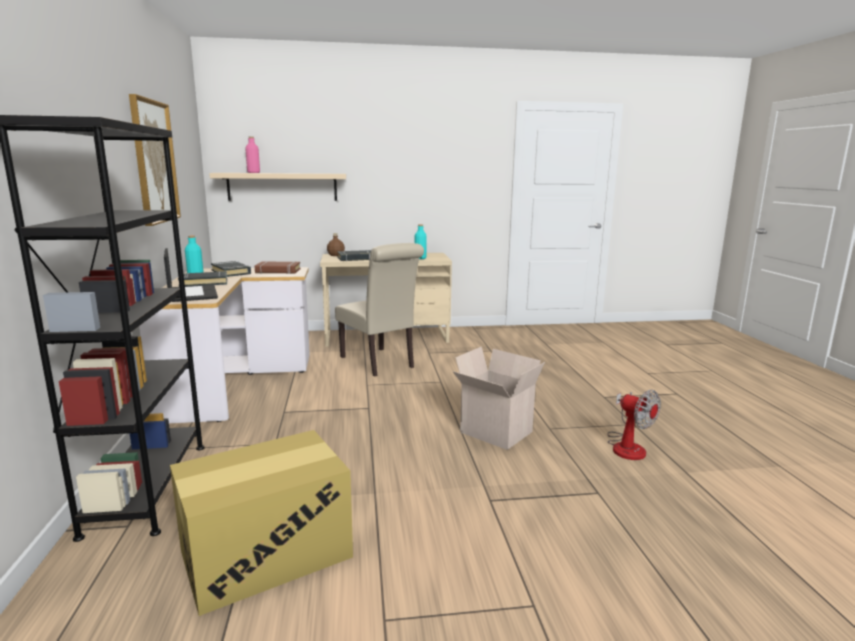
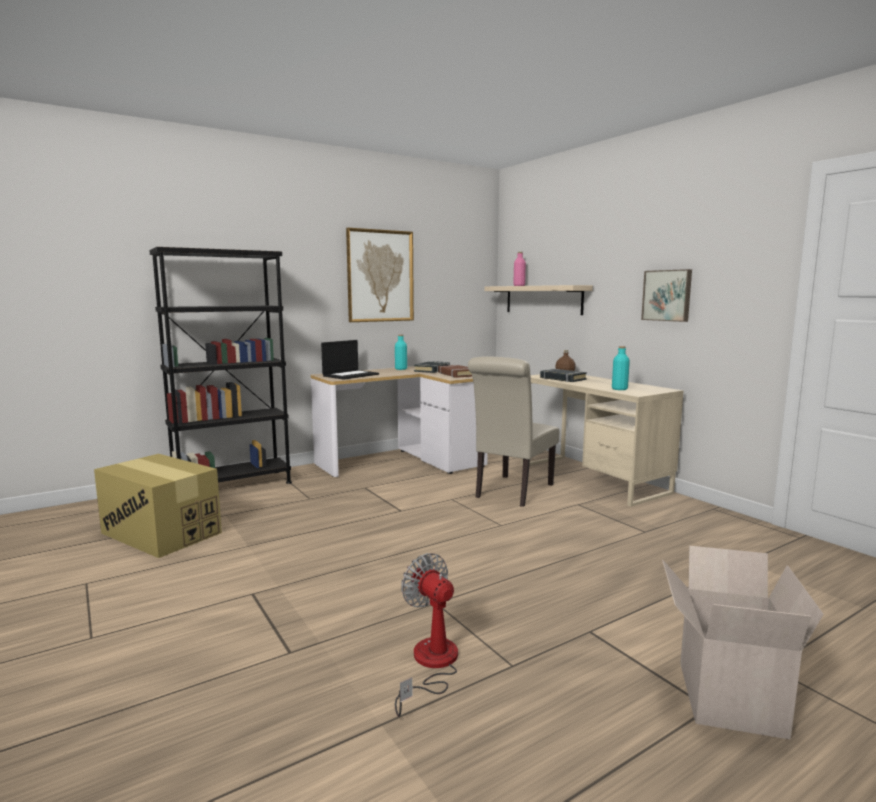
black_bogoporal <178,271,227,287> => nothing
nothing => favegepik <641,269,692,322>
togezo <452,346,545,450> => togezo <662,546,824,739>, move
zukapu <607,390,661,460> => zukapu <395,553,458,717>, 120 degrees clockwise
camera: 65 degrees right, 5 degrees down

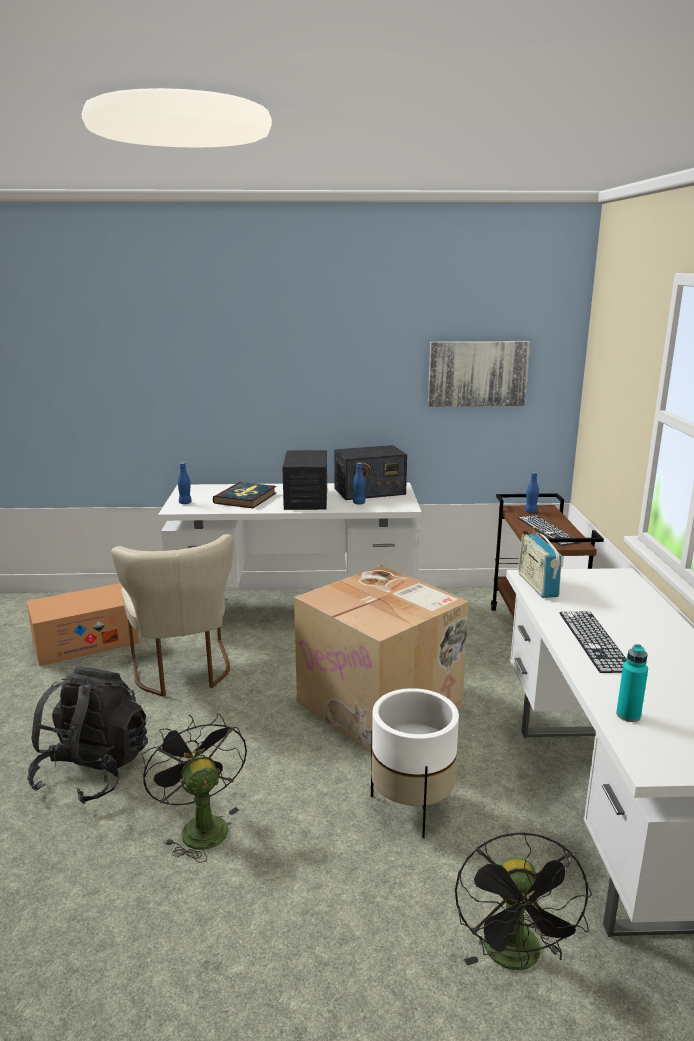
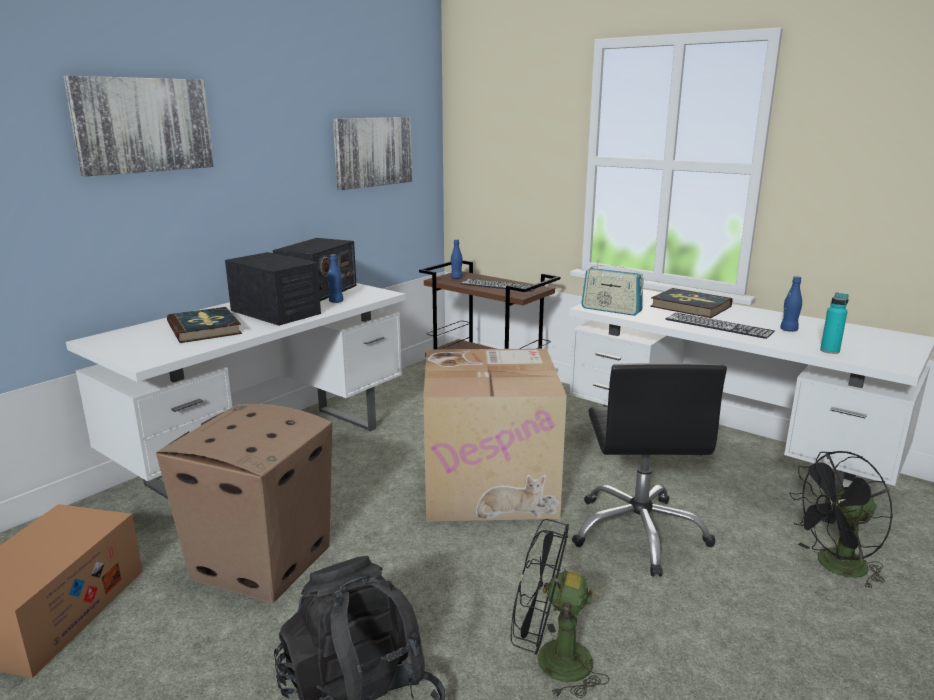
nothing => favegepik <63,76,214,176>
nothing => bogoporal <650,288,732,318>
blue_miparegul <178,462,192,504> => blue_miparegul <780,276,802,332>, move
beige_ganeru <111,534,233,697> => togezo <156,404,332,603>
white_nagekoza <371,688,459,838> => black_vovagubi <572,363,727,576>
black_zukapu <455,832,592,971> => black_zukapu <789,451,893,590>, 120 degrees clockwise
camera: 50 degrees left, 0 degrees up

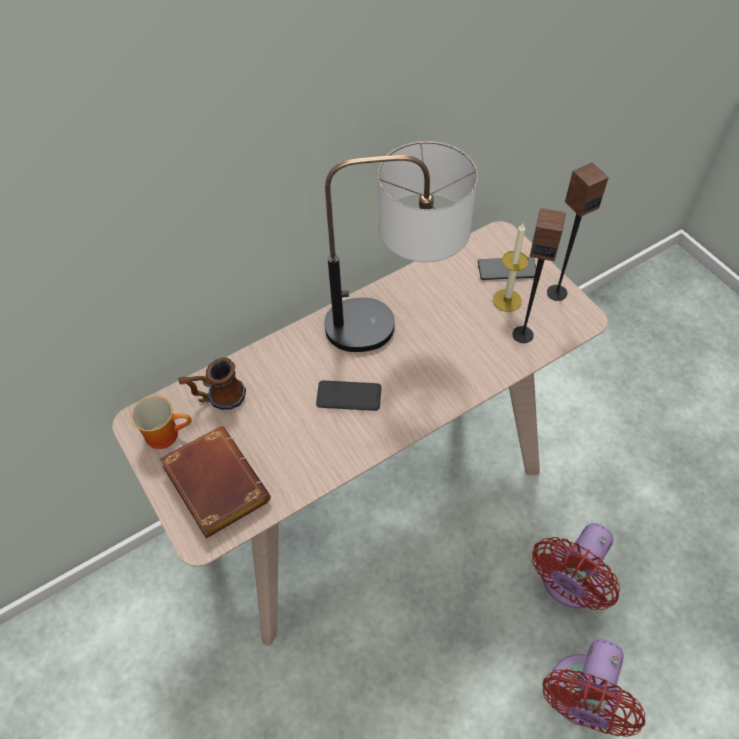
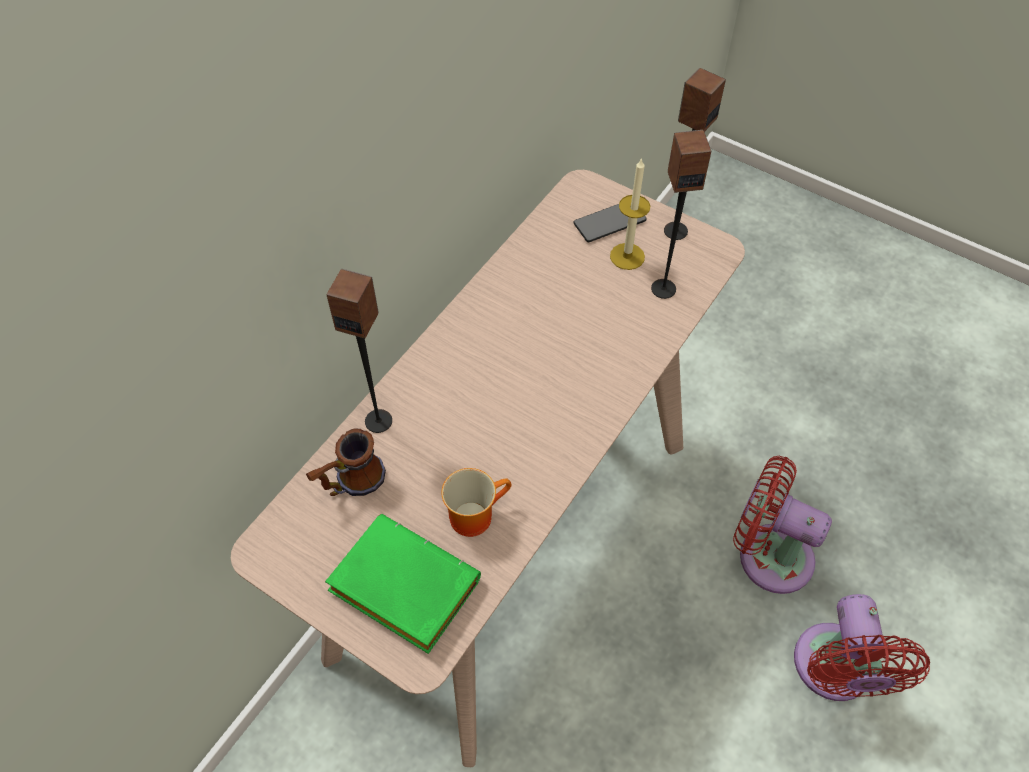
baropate <316,380,381,411> => nothing
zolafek <324,141,478,352> => nothing
nothing => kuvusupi <326,269,392,433>
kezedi <130,395,192,449> => kezedi <441,468,512,537>, move
brown_bogoporal <160,427,271,539> => green_bogoporal <325,514,481,654>
red_zukapu <532,523,620,610> => red_zukapu <733,456,832,594>, 105 degrees clockwise
camera: 25 degrees left, 0 degrees up

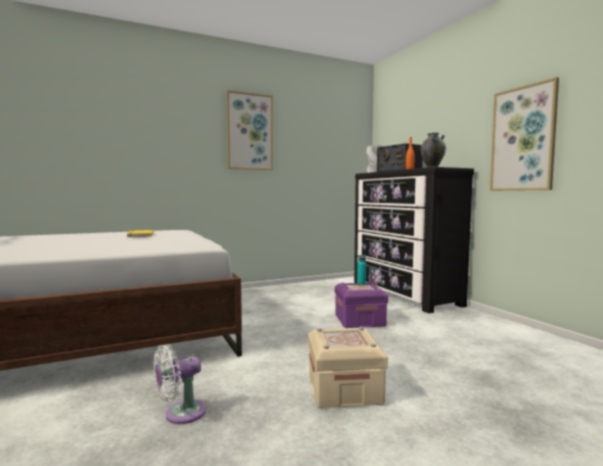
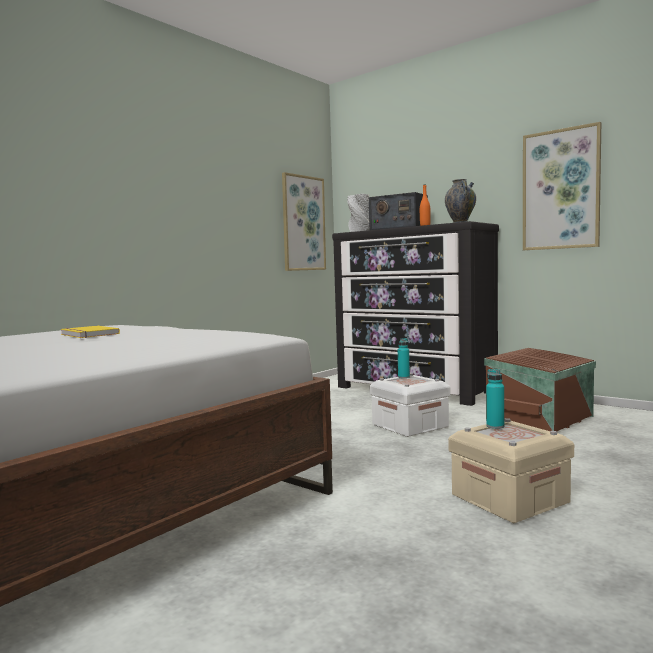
white_zukapu <153,346,206,424> => nothing
nothing => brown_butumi <484,348,596,431>
nothing => turquoise_miparegul <486,369,504,429>
favegepik <226,90,273,170> => favegepik <282,172,326,271>, move
purple_butumi <335,282,388,328> => white_butumi <370,373,451,437>
camera: 25 degrees left, 0 degrees up

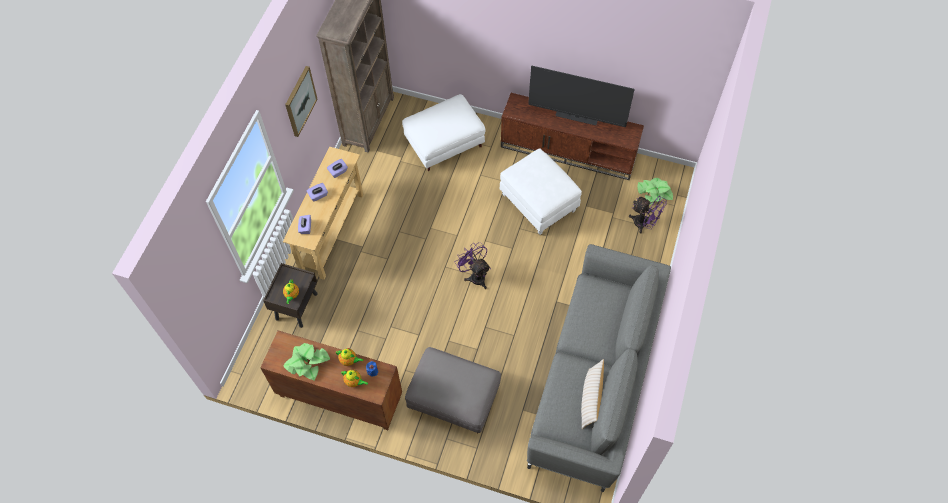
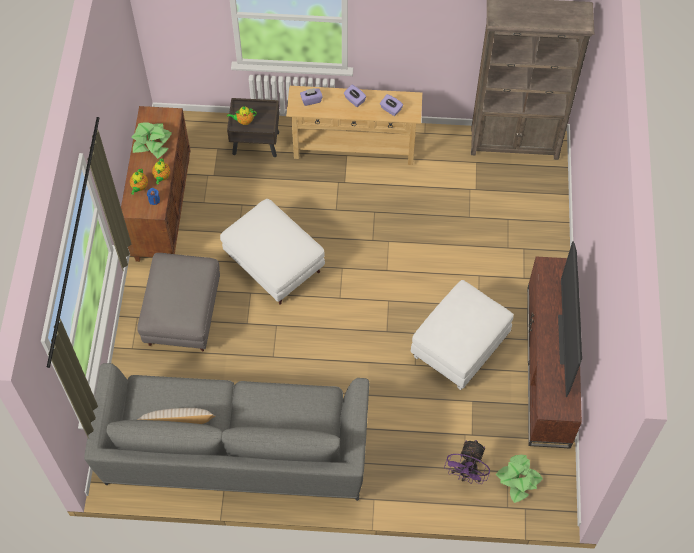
favegepik <285,66,318,137> => nothing
purple_zukapu <455,242,491,289> => nothing
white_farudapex <402,94,485,171> => white_farudapex <220,199,325,305>, move
camera: 75 degrees right, 0 degrees up

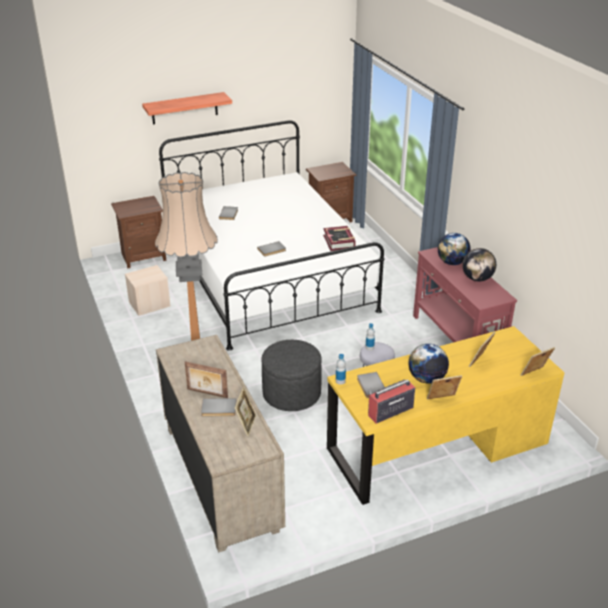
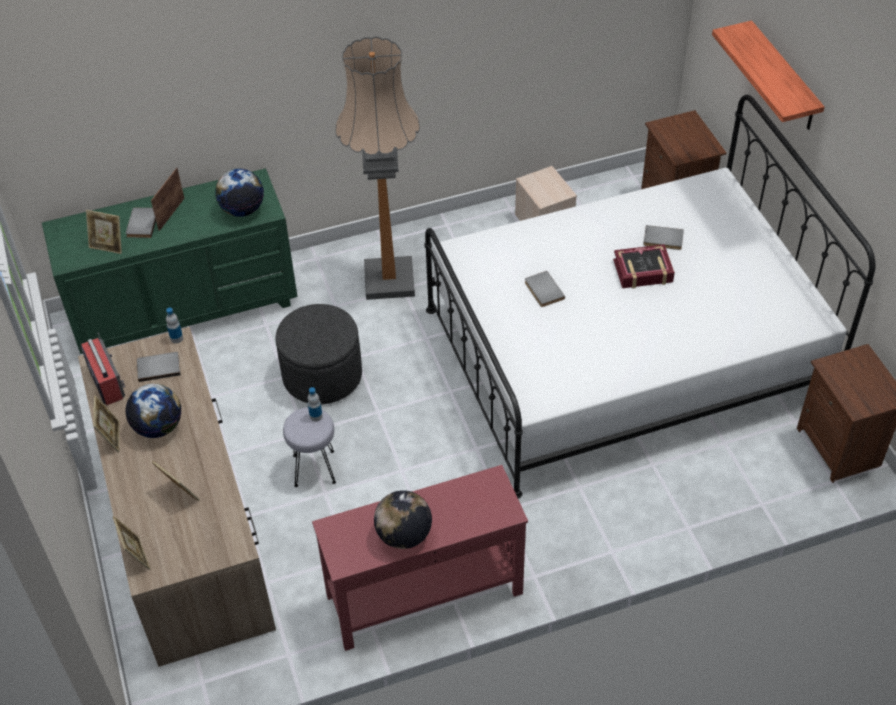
bogoporal <323,226,356,251> => bogoporal <613,244,675,288>, move
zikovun <438,233,471,265> => zikovun <215,169,264,217>, move
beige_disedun <156,335,285,553> => green_disedun <42,168,298,354>
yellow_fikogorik <327,326,565,505> => brown_fikogorik <78,327,276,667>
camera: 95 degrees right, 15 degrees up

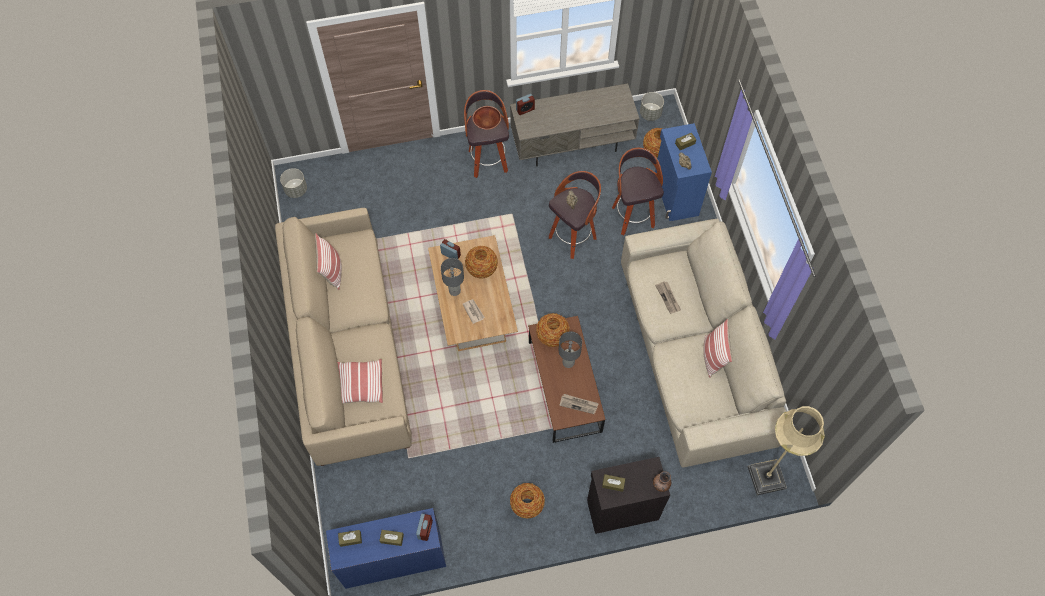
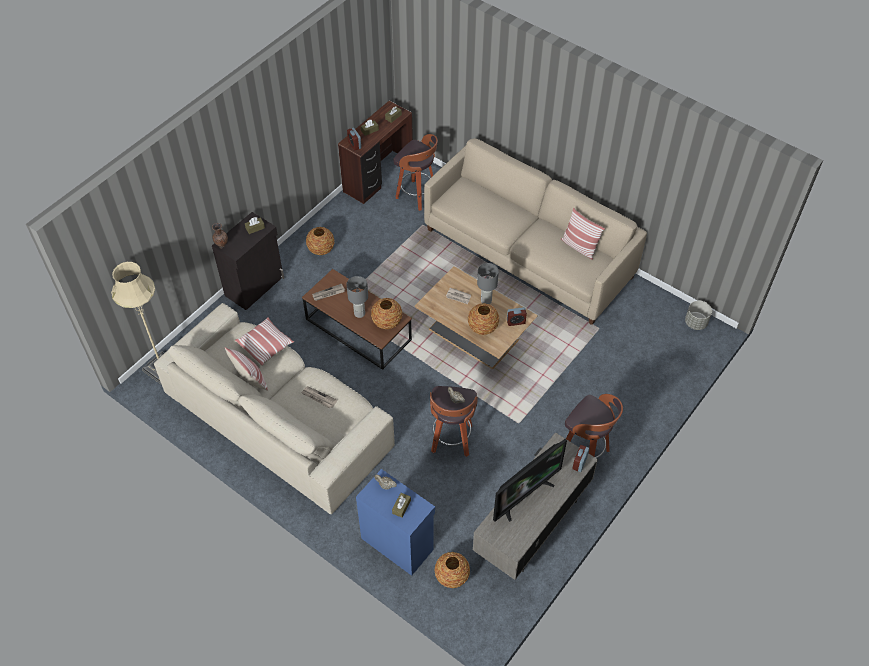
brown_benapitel <472,106,501,130> => nothing
grey_nagekoza <640,92,664,121> => nothing
nothing => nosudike <493,439,567,522>
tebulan <337,359,383,404> => tebulan <235,317,294,366>, move
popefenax <612,148,664,235> => popefenax <393,134,438,211>, move
blue_fikogorik <326,508,446,589> => brown_fikogorik <338,101,413,204>
camera: 140 degrees right, 10 degrees down

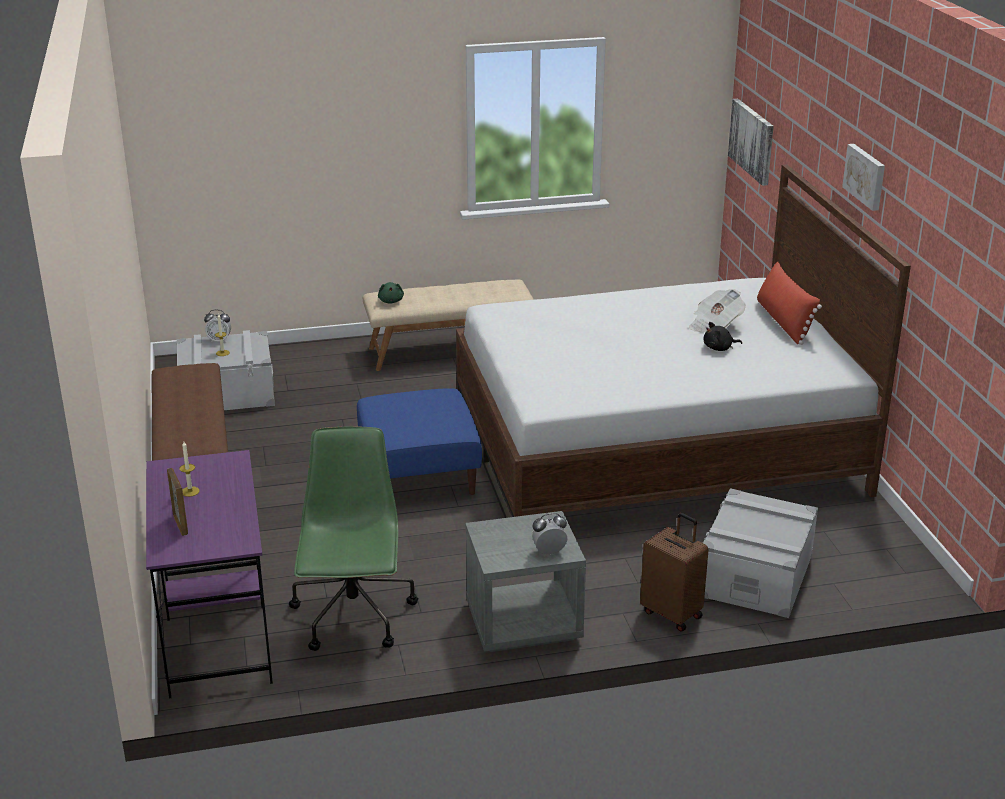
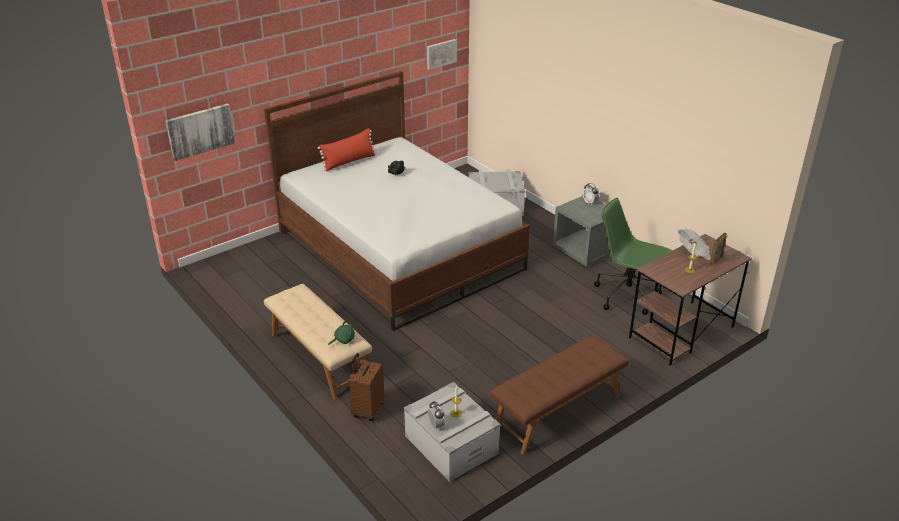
blue_farudapex <357,388,482,495> => nothing
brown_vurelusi <640,513,709,632> => brown_vurelusi <348,353,384,421>, move
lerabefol <689,289,746,332> => lerabefol <678,229,710,260>, move
favegepik <842,144,885,211> => favegepik <427,39,457,70>, move
purple_fikogorik <146,450,273,699> => brown_fikogorik <629,234,752,365>
green_vovagubi <289,426,418,651> => green_vovagubi <594,198,672,315>, 60 degrees clockwise
camera: 115 degrees left, 5 degrees up

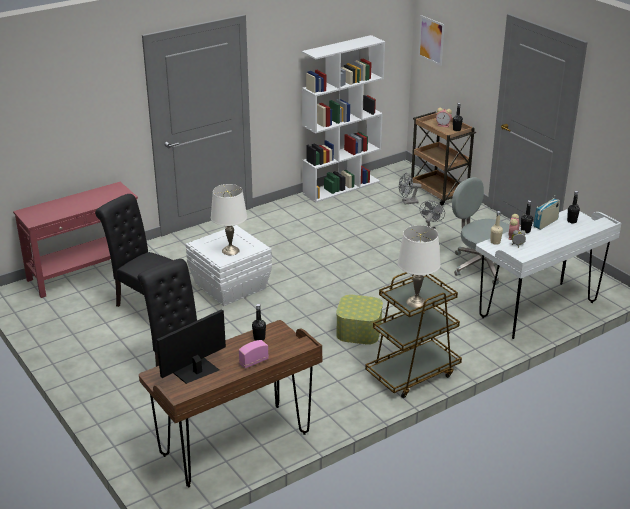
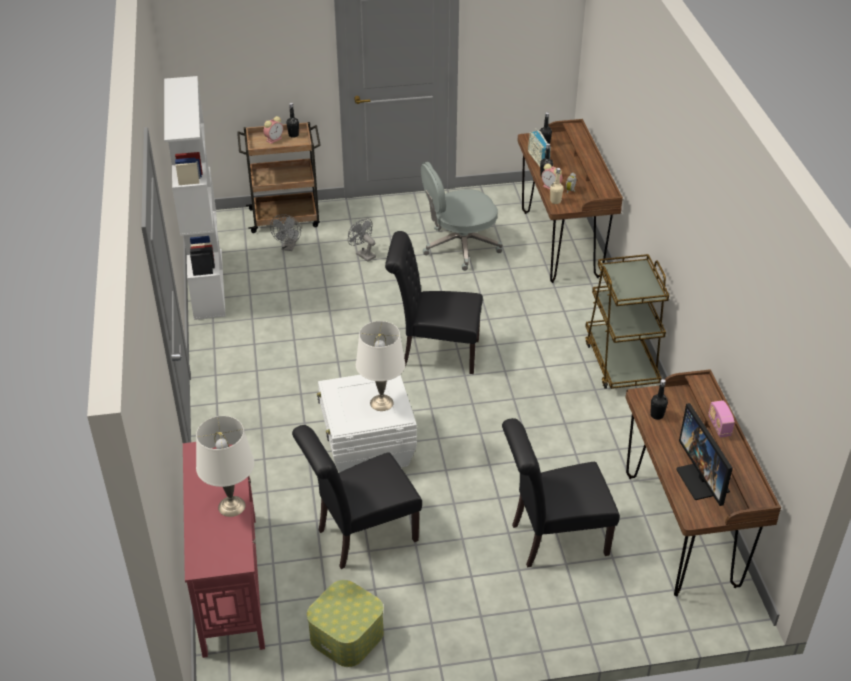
favegepik <418,15,445,66> => nothing
nothing => black_ganeru <385,231,483,374>
butumi <336,295,383,345> => butumi <307,580,384,667>, move
white_zolafek <397,225,441,308> => white_zolafek <196,416,254,517>, move
white_fikogorik <476,209,621,339> => brown_fikogorik <518,119,623,283>
camera: 65 degrees left, 10 degrees up

